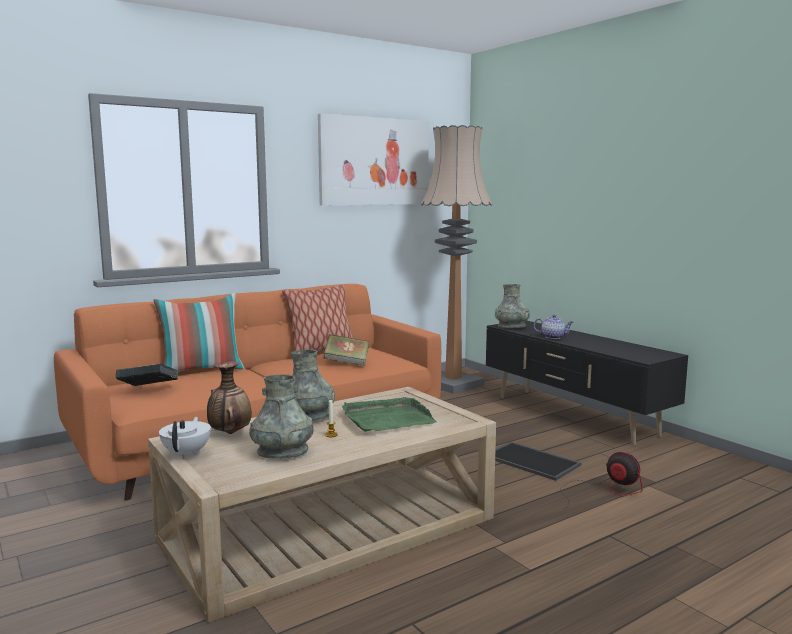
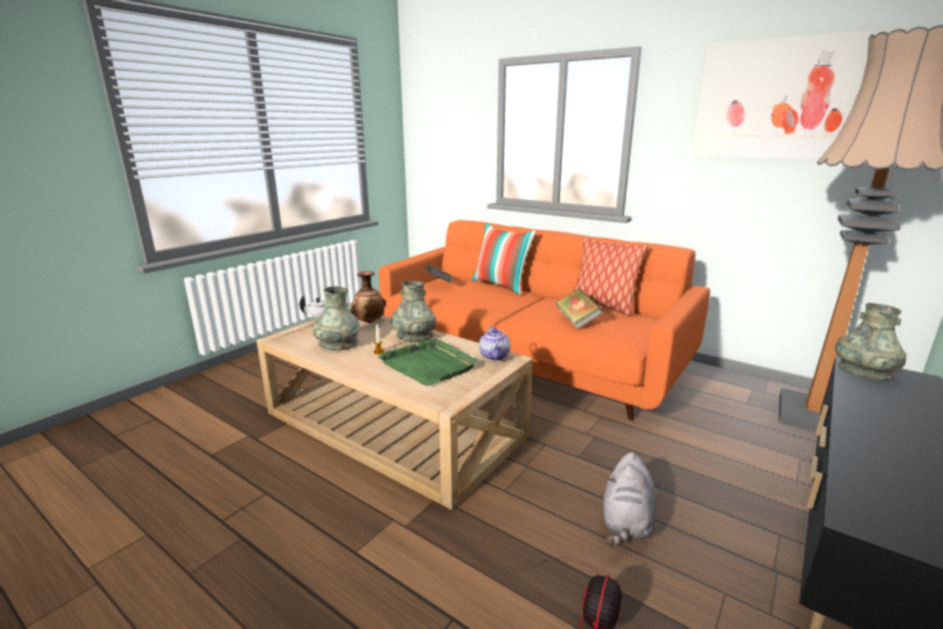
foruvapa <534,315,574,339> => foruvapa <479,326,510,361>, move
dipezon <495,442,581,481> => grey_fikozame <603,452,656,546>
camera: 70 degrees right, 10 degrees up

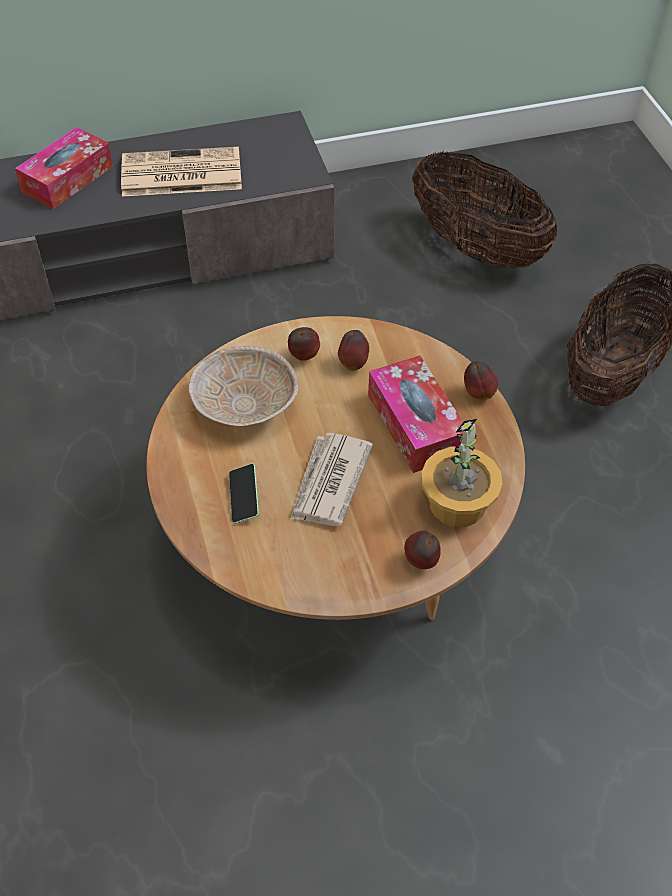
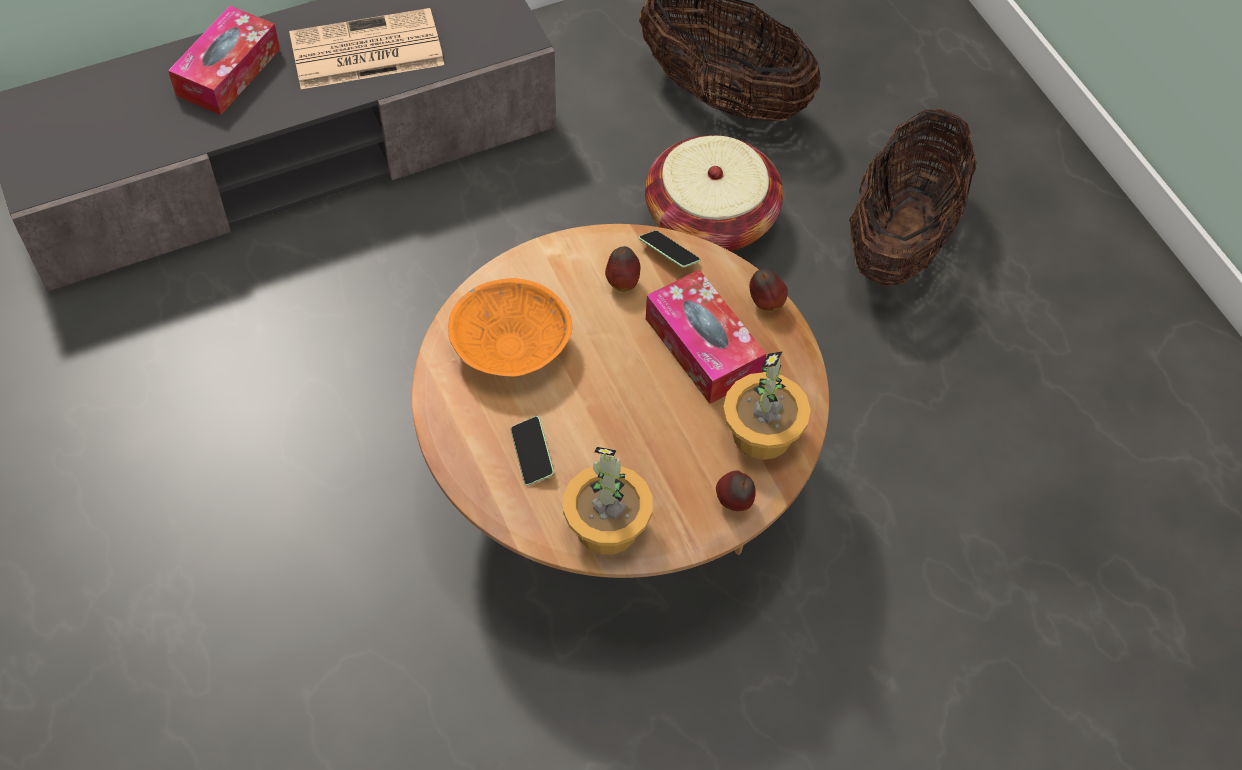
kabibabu <288,327,320,361> => nothing
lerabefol <290,433,373,526> => nothing
nothing => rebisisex <563,447,653,555>
nothing => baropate <638,230,700,268>
nothing => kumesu <645,135,783,251>
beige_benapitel <188,346,299,427> => orange_benapitel <448,278,572,377>
camera: 10 degrees left, 5 degrees up

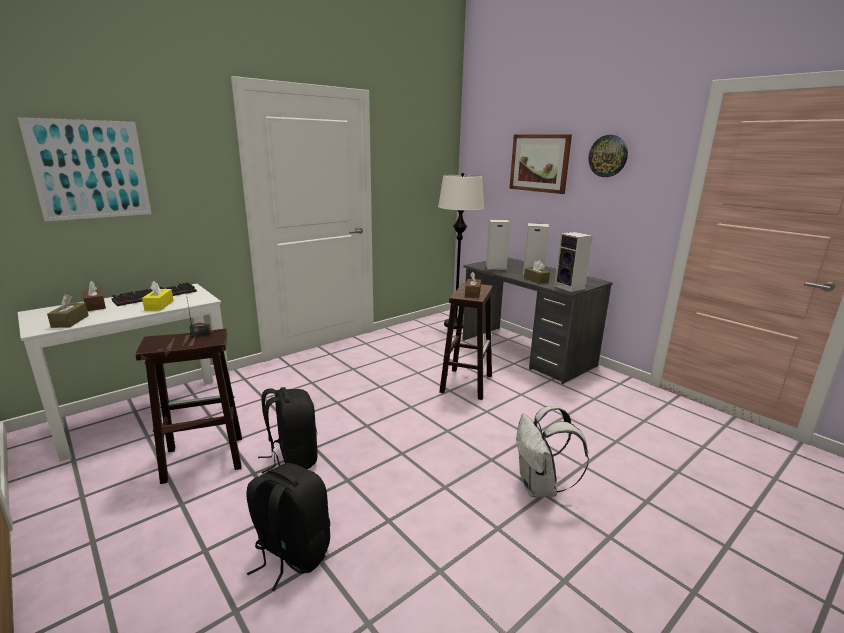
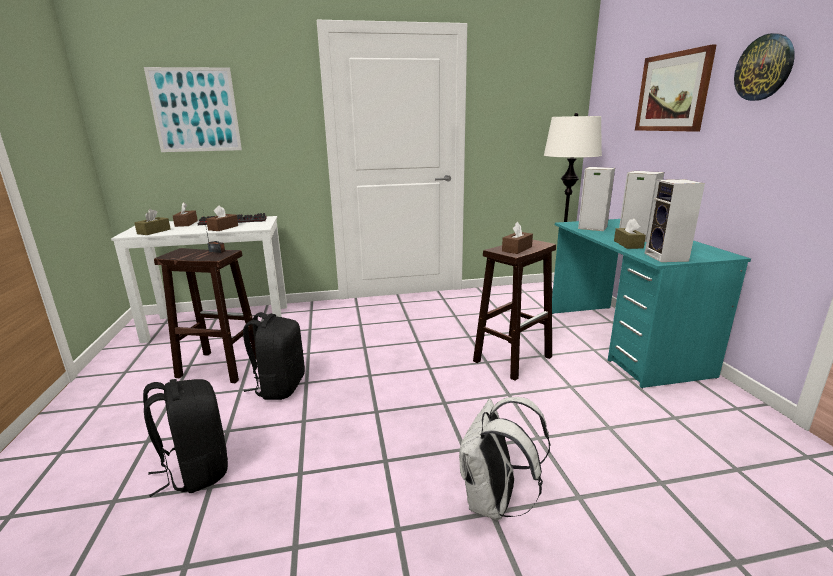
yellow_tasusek <142,281,174,311> => brown_tasusek <206,205,238,231>
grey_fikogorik <462,258,613,384> => turquoise_fikogorik <552,219,751,388>
camera: 30 degrees right, 0 degrees up

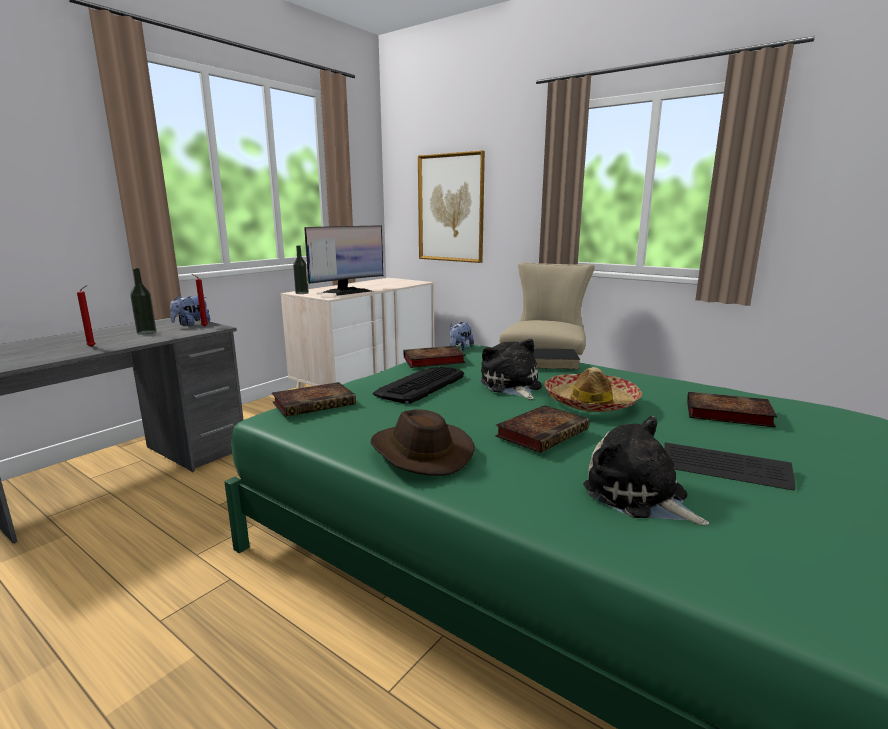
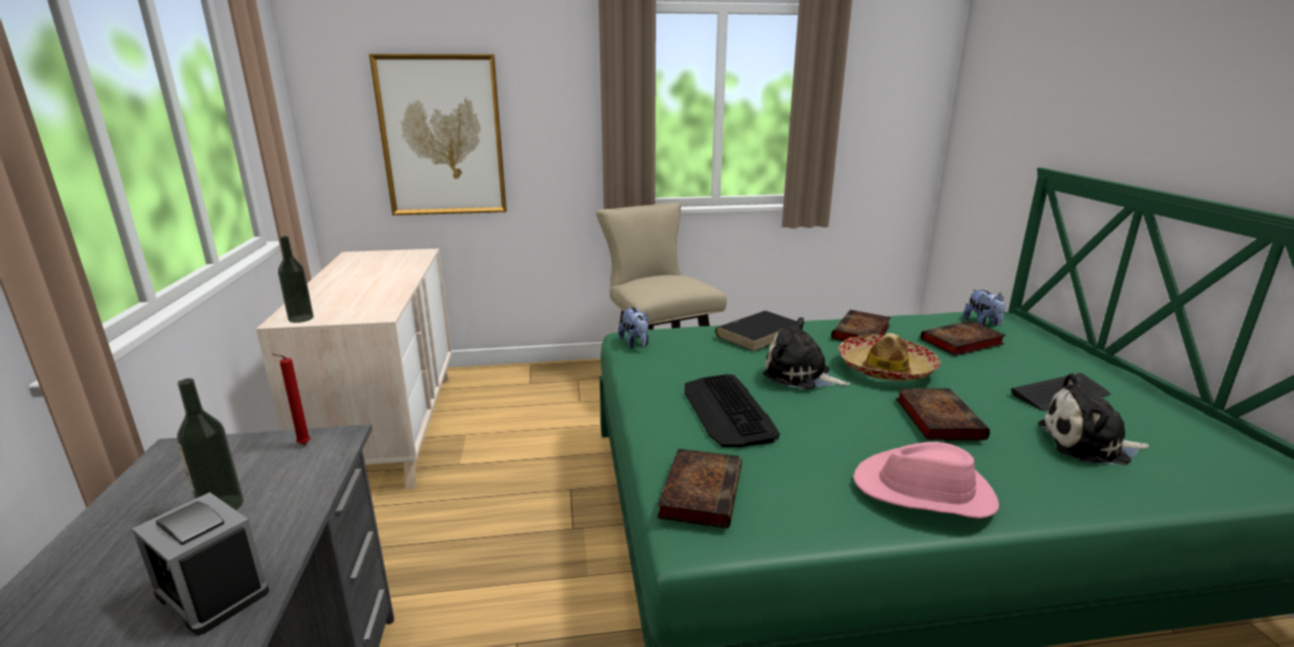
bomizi <304,225,383,296> => nothing
fikozame <170,295,210,326> => fikozame <963,289,1006,326>, move
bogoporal <403,346,466,368> => bogoporal <831,310,891,341>, move
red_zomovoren <77,285,95,347> => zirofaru <132,492,269,635>
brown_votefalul <371,409,475,476> => pink_votefalul <853,442,999,519>
camera: 45 degrees left, 5 degrees up

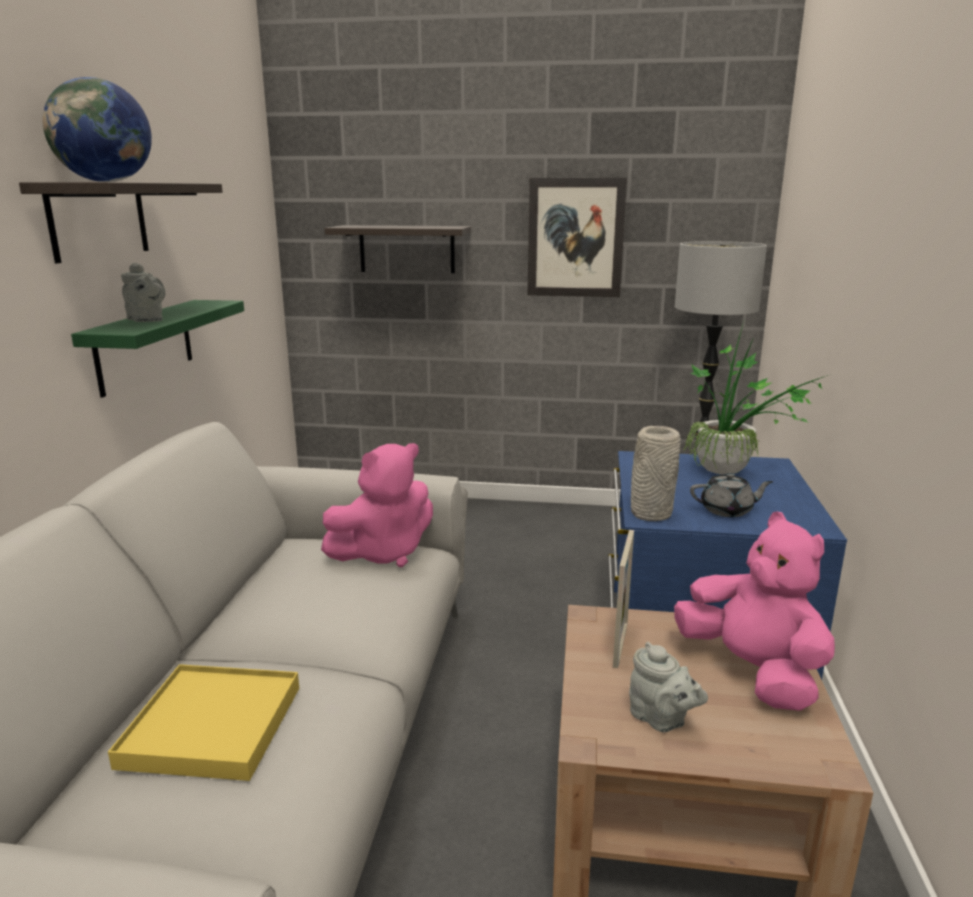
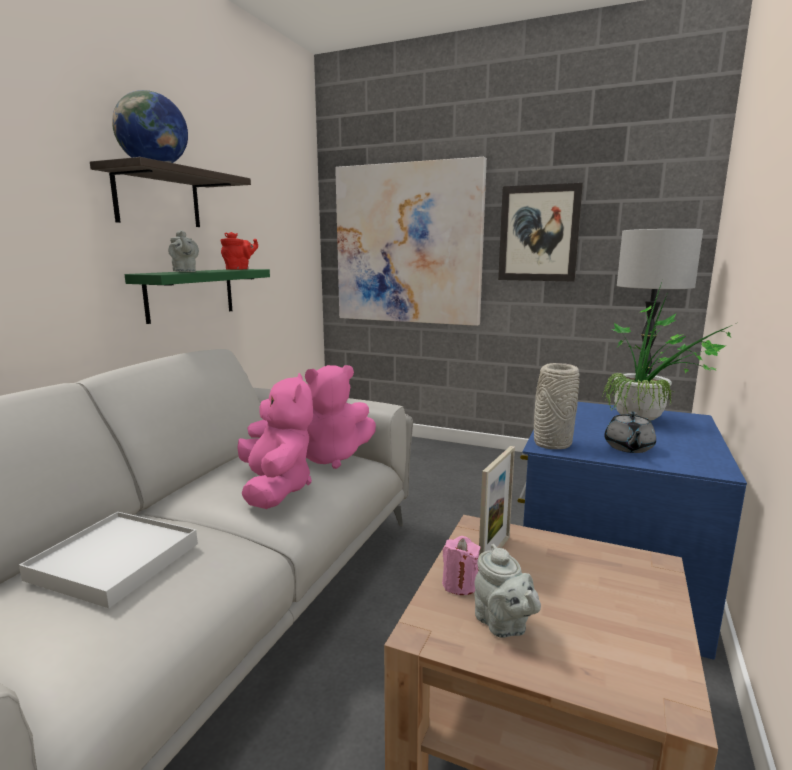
nothing => red_foruvapa <221,232,258,270>
nothing => pink_zomovoren <442,536,481,595>
pink_fikozame <674,511,835,710> => pink_fikozame <237,373,313,509>, move
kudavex <325,225,471,273> => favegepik <335,157,487,326>
yellow_dipezon <108,664,299,781> => white_dipezon <19,512,198,608>
grey_foruvapa <690,473,773,517> => grey_foruvapa <604,411,656,453>, 90 degrees clockwise
camera: 15 degrees right, 5 degrees down

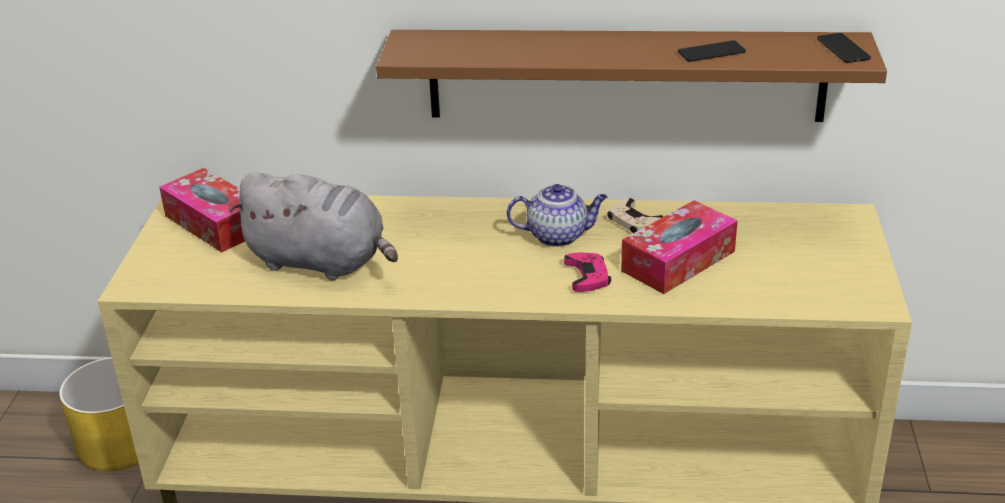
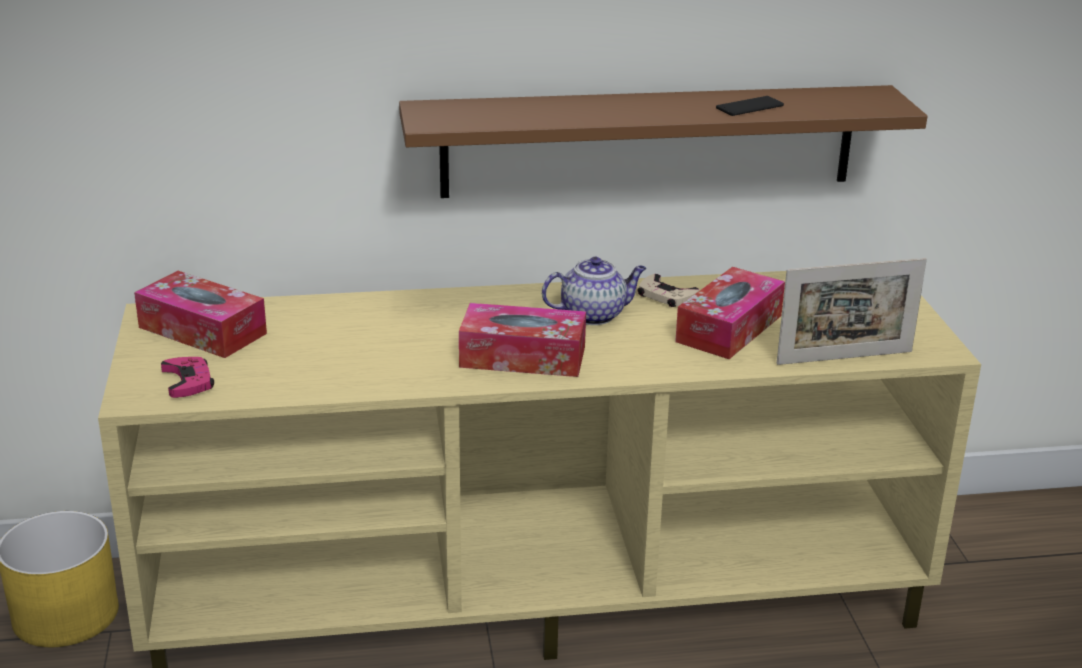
grey_fikozame <229,172,398,281> => nothing
baropate <817,33,871,63> => nothing
nothing => tasusek <459,303,586,377>
nothing => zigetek <776,258,927,365>
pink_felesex <564,253,611,292> => pink_felesex <161,357,214,398>, move
camera: 15 degrees left, 5 degrees down

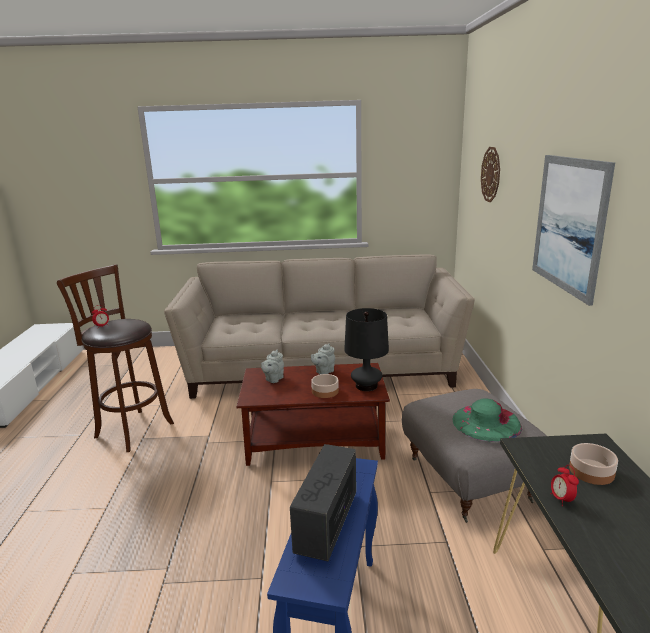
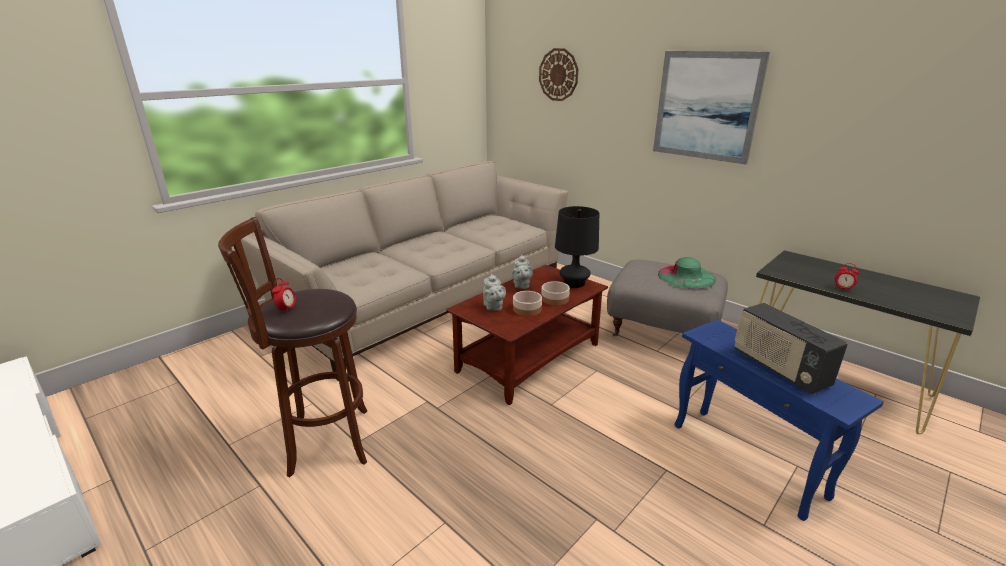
benapitel <569,443,618,485> => benapitel <513,291,542,316>, move
camera: 45 degrees left, 5 degrees up

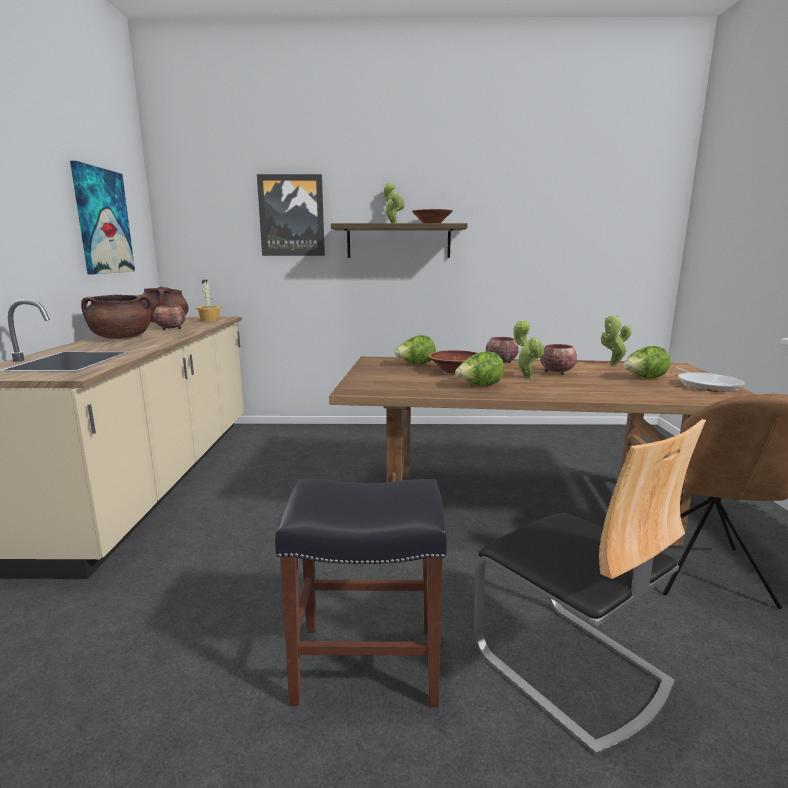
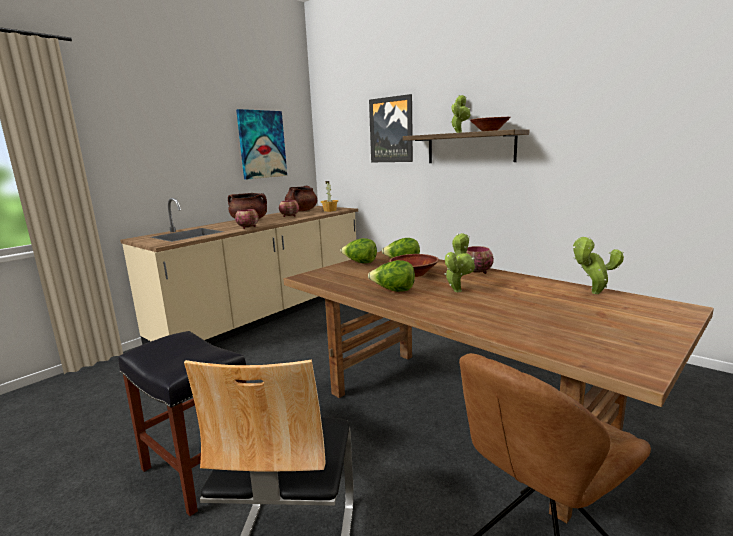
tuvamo <675,367,745,392> => nothing
benapitel <540,344,577,375> => benapitel <235,209,259,229>, move
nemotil <623,346,671,379> => nemotil <341,238,377,263>, move
camera: 40 degrees right, 0 degrees up

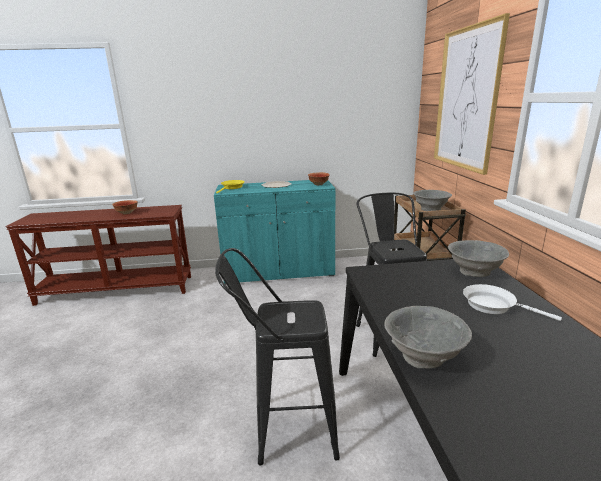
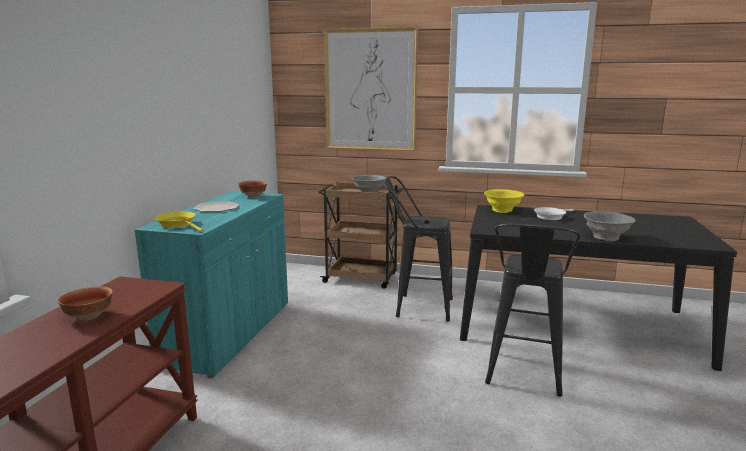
grey_benapitel <448,240,509,277> => yellow_benapitel <484,189,524,213>
camera: 70 degrees left, 5 degrees down

